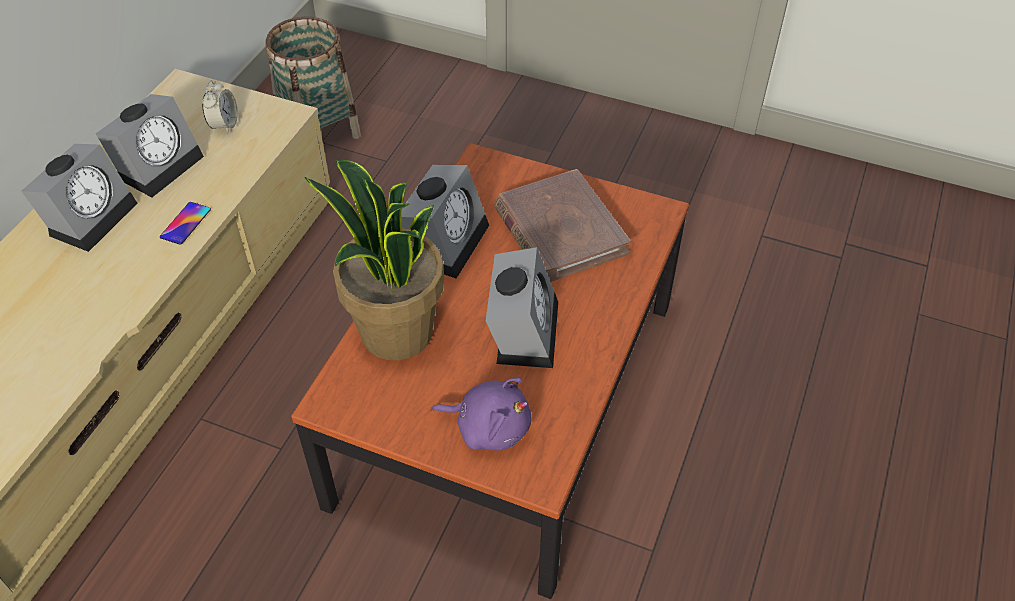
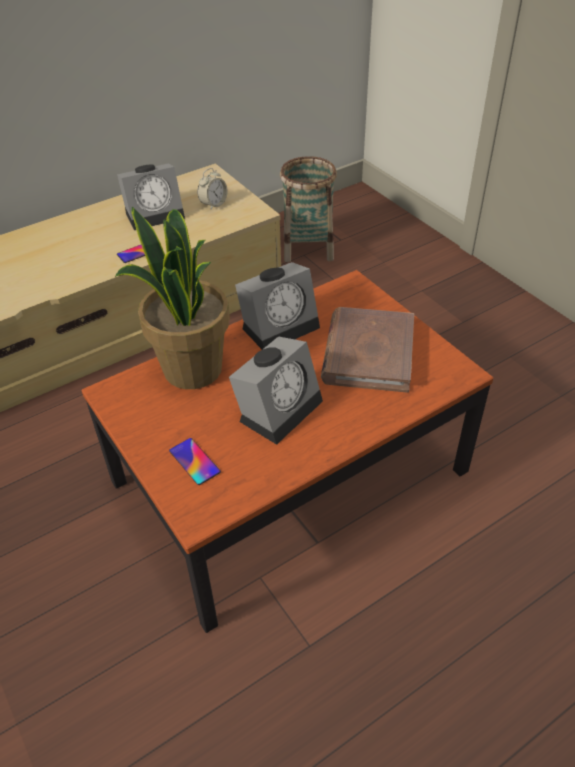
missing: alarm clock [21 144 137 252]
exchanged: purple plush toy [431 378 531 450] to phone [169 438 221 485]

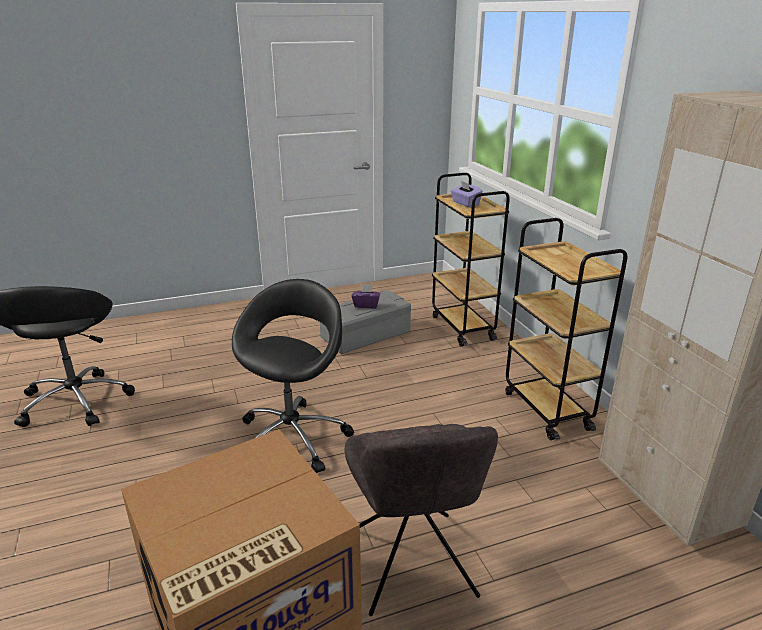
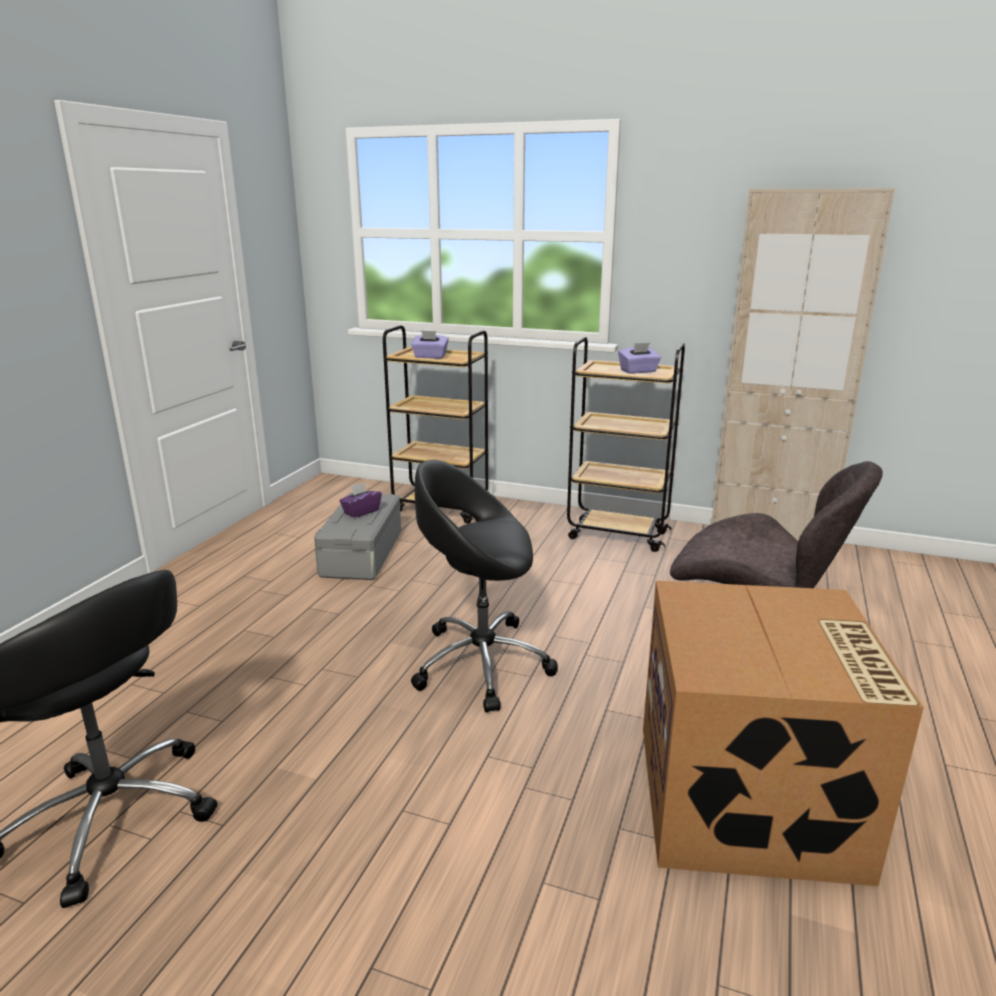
appeared: purple tissue box [618 343 661 374]
spun: black office chair [232 279 354 473] = [411 460 558 712] 75 degrees counterclockwise

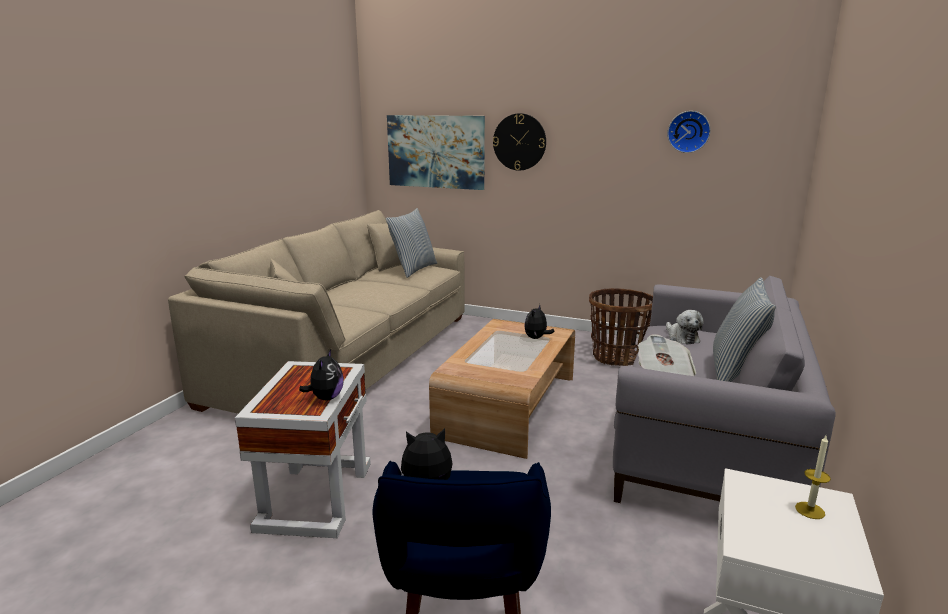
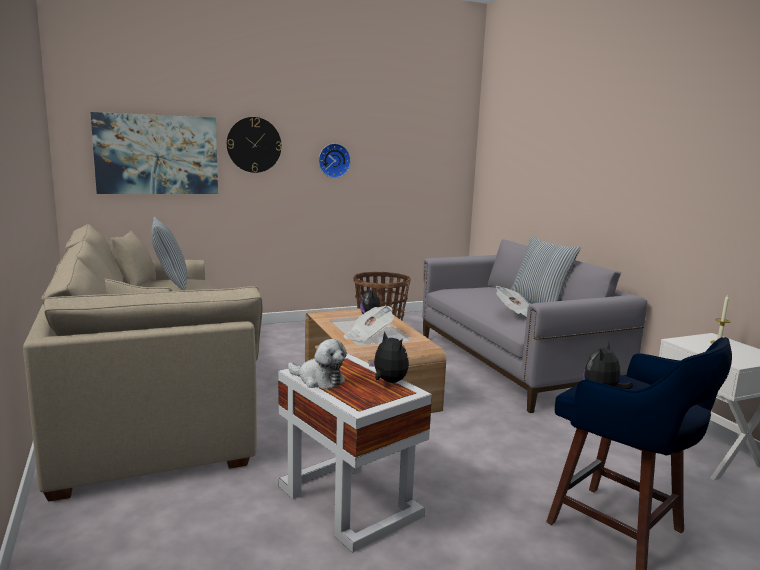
appeared: newspaper [344 306 394 341]
relocated: plush toy [666 310 704 344] to [288 339 347 389]; wall clock [667 111 711 153] to [318 143 351 178]

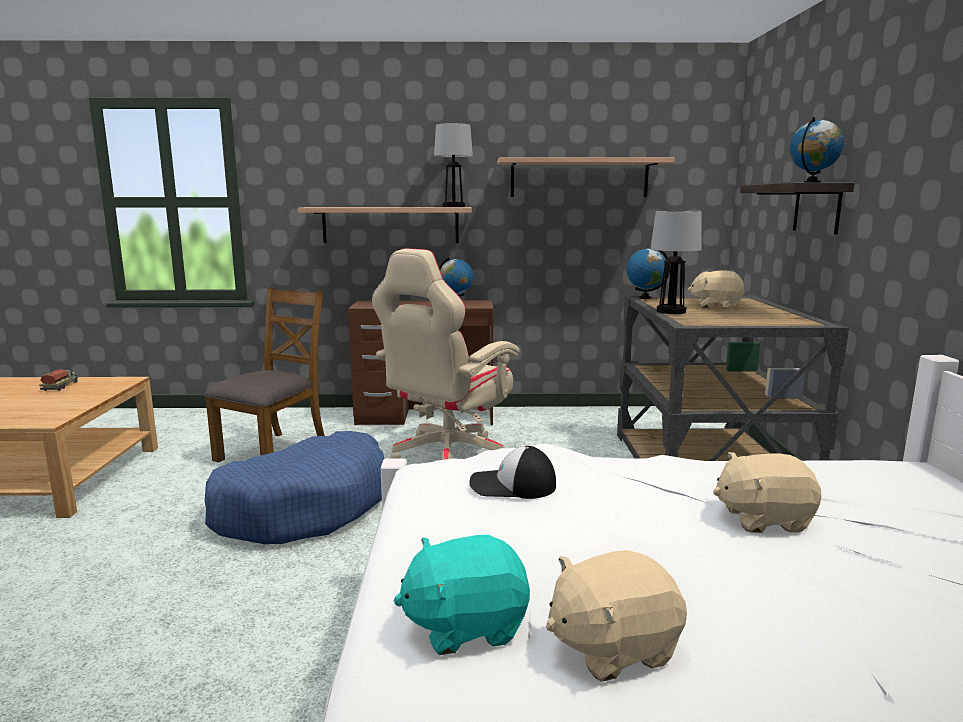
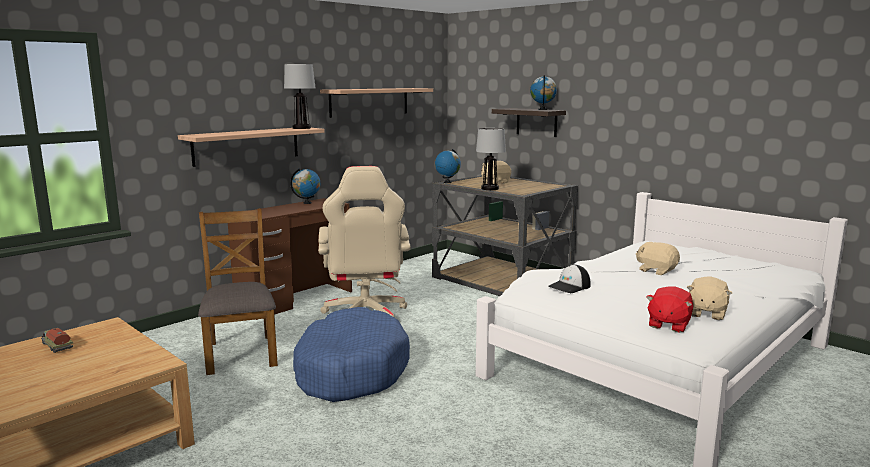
colour: turquoise plush toy [394 535 530 655] to red plush toy [646 286 693 333]
spun: beige plush toy [713 452 821 533] = [636 242 680 275] 90 degrees clockwise

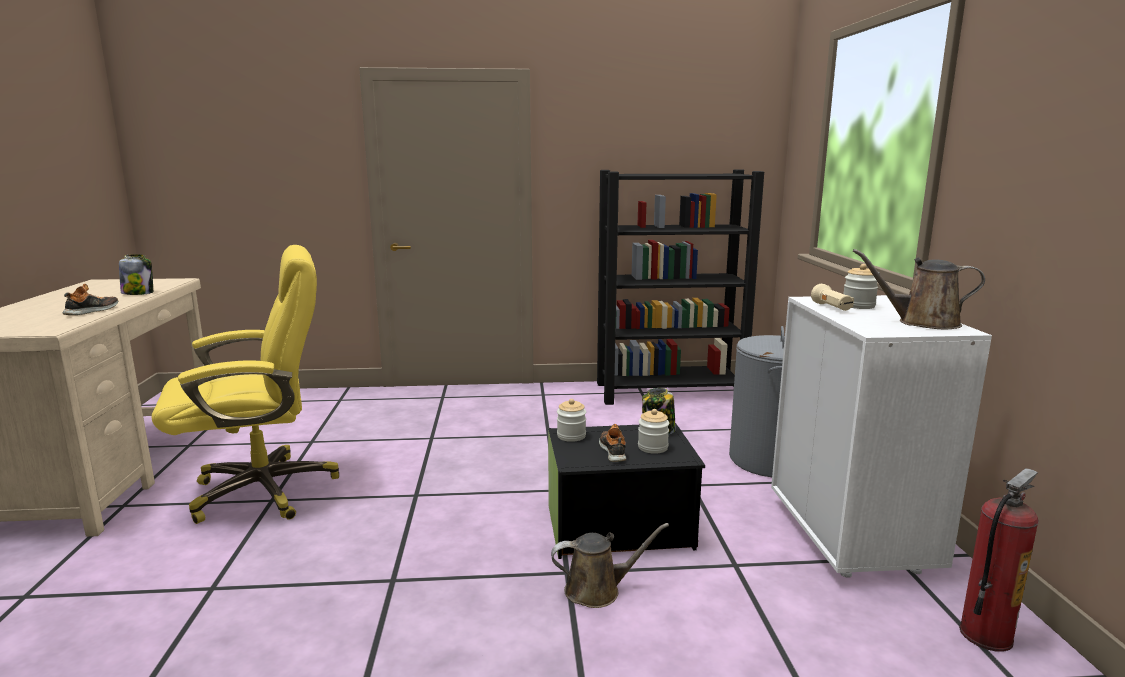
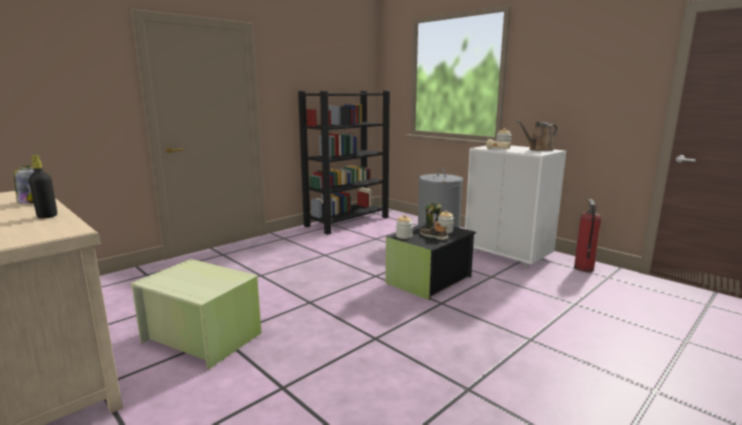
missing: brown watering can [551 523 669 608]
exchanged: shoe [63 284 118 315] to black bottle [29 155 57 218]; yellow office chair [152 245 339 524] to green storage box [130 259 262 370]

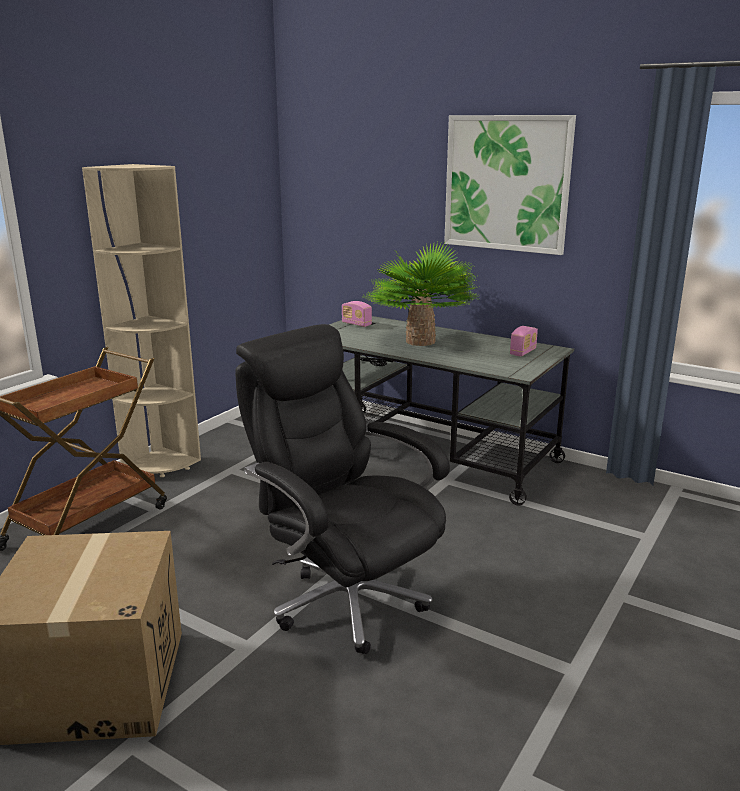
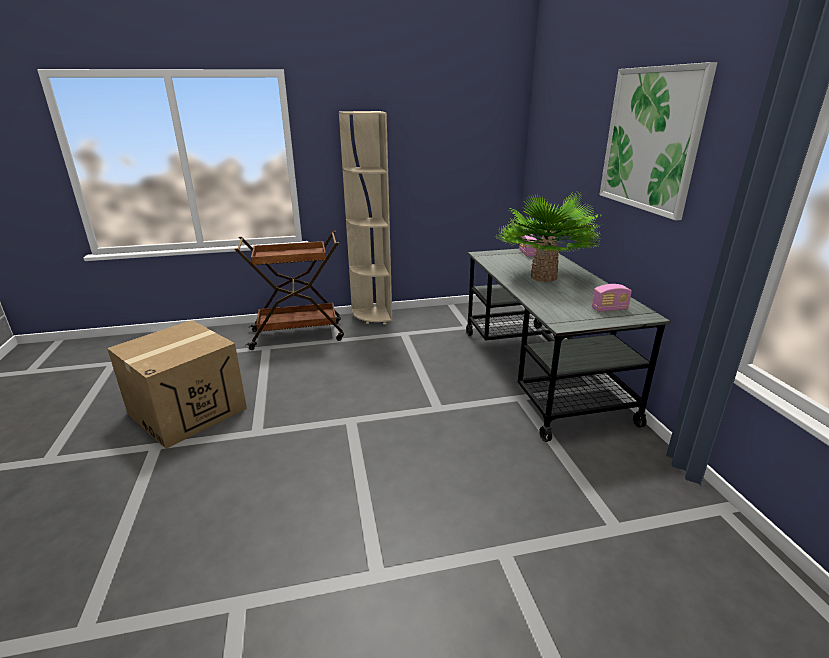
missing: black office chair [235 324 450 654]

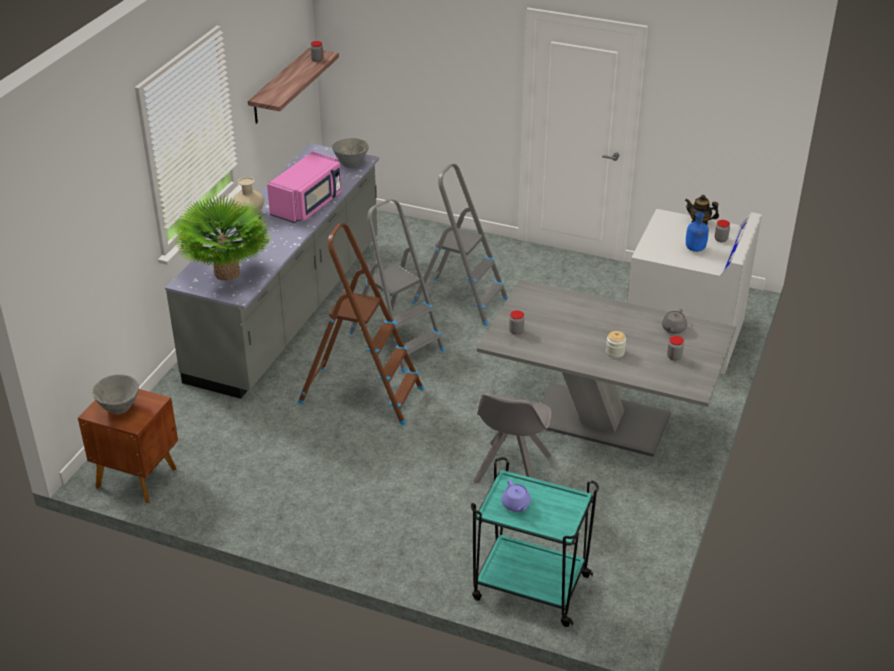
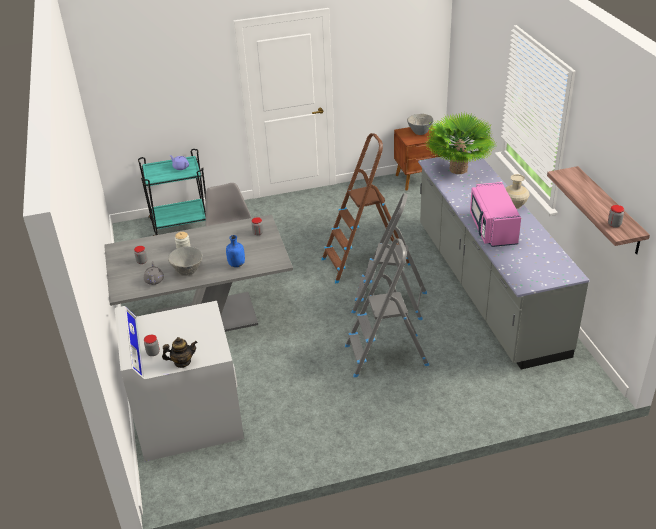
relocated: grey bowl [332 138 369 168] to [168 246 203 276]; blue bottle [686 212 709 252] to [226 235 245 267]

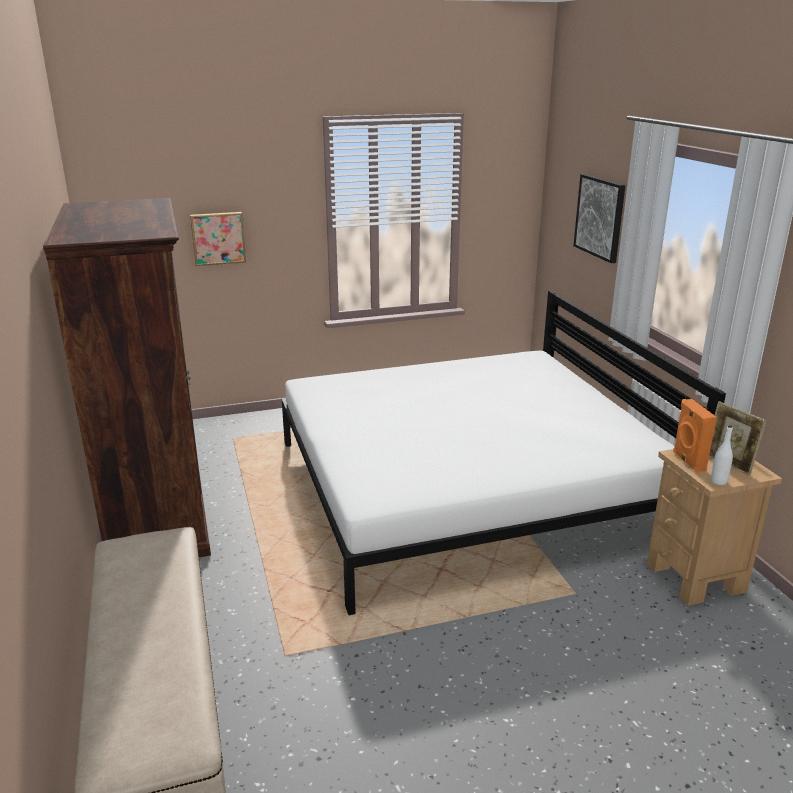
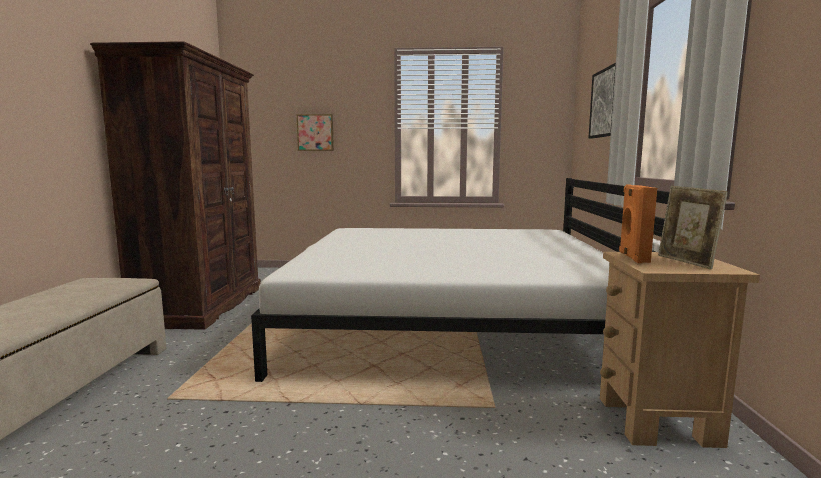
missing: white bottle [711 425 733 485]

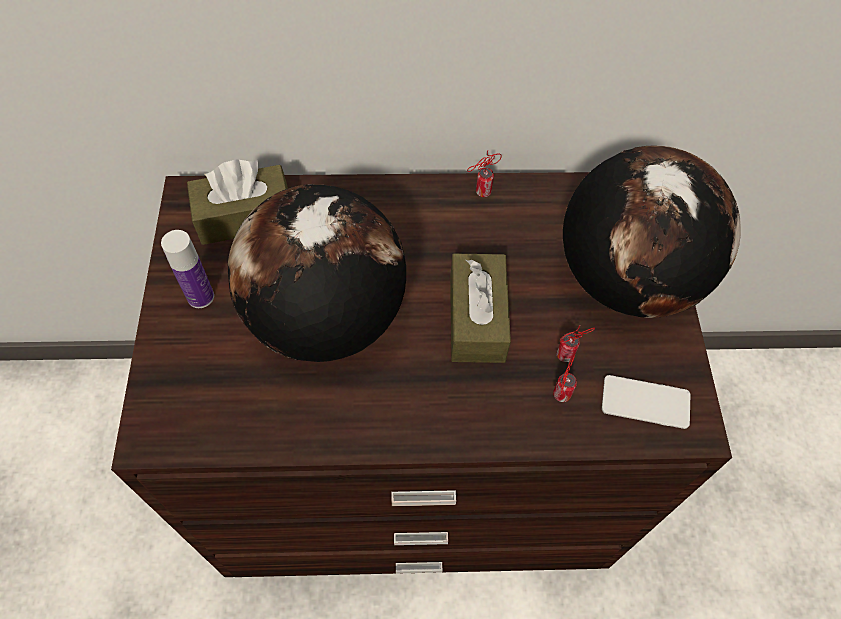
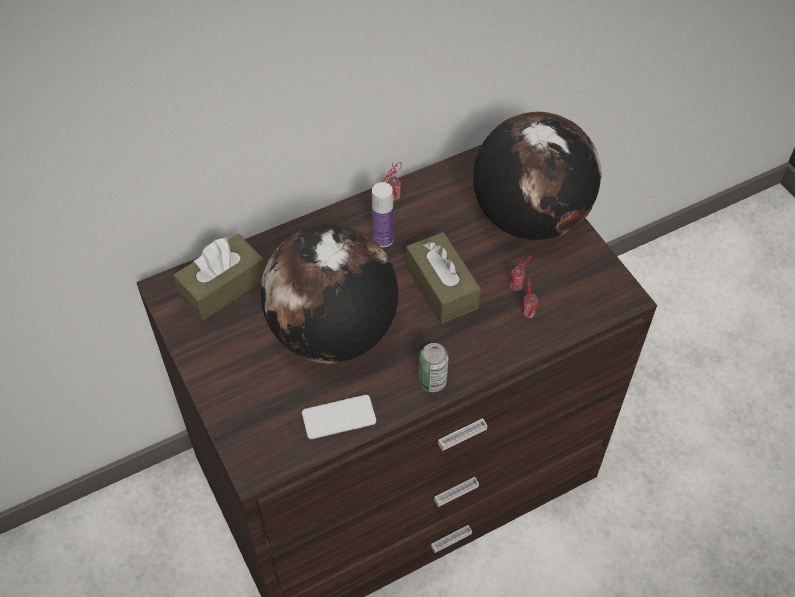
appeared: can [418 343 449 392]
relocated: bottle [161 230 214 308] to [372 182 393 247]; phone [602 375 690 429] to [302 395 376 439]

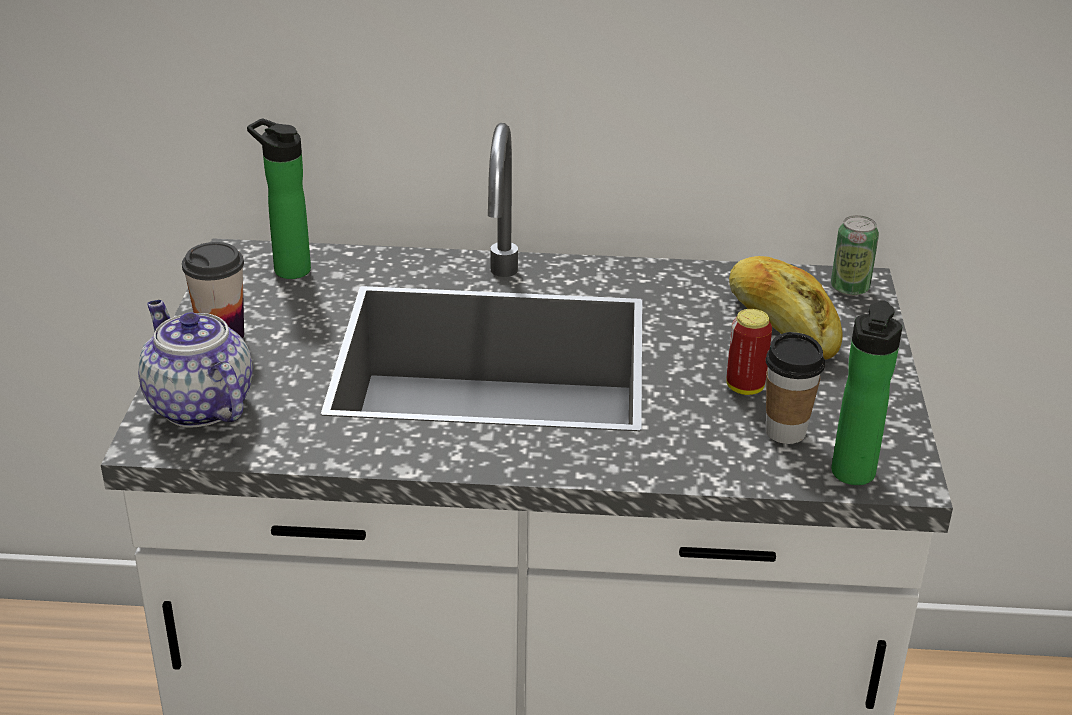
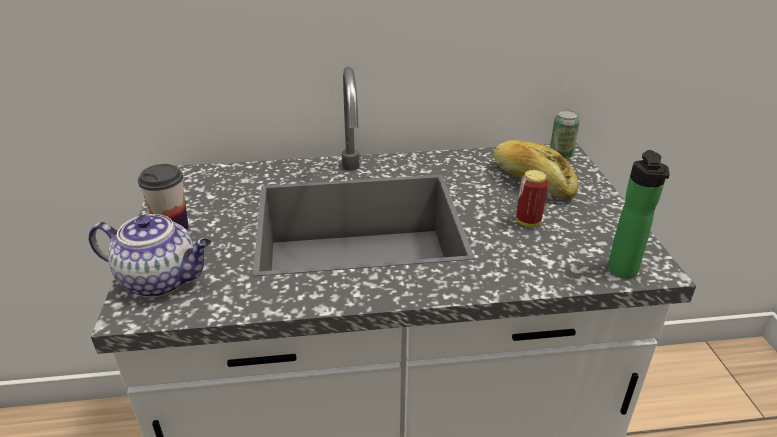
missing: bottle [247 118 311 279]; cup [766 332 825 444]
spun: teapot [138 300 253 428] = [89 214 211 297] 150 degrees clockwise

